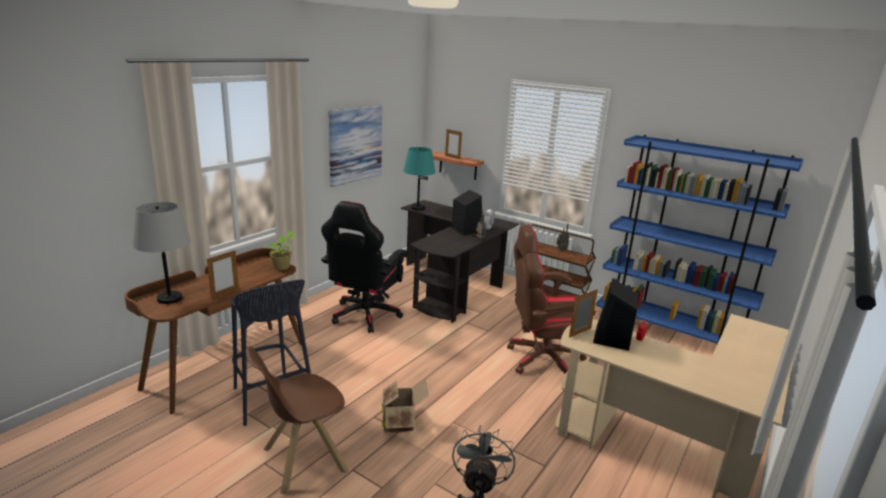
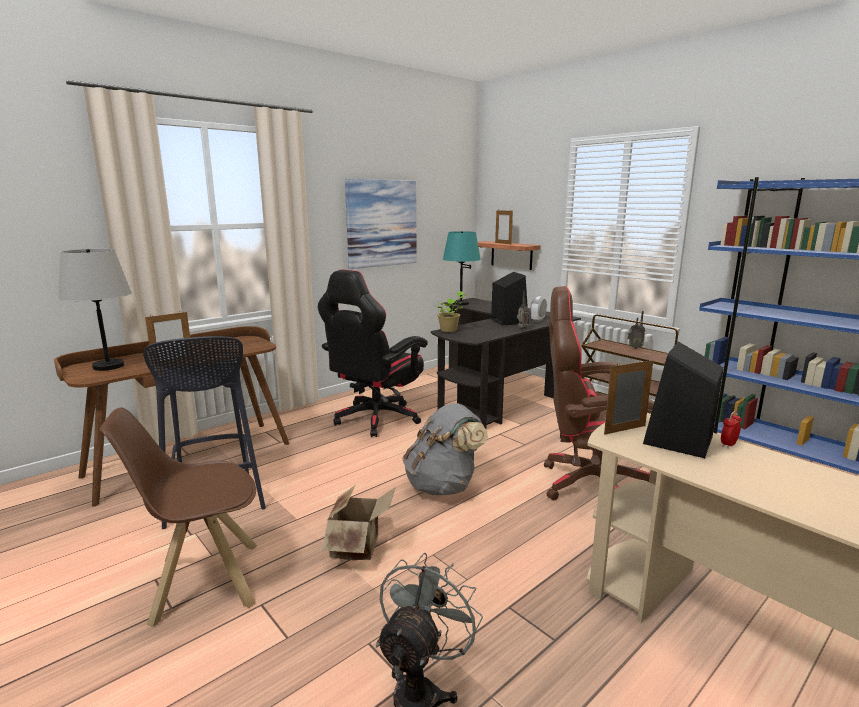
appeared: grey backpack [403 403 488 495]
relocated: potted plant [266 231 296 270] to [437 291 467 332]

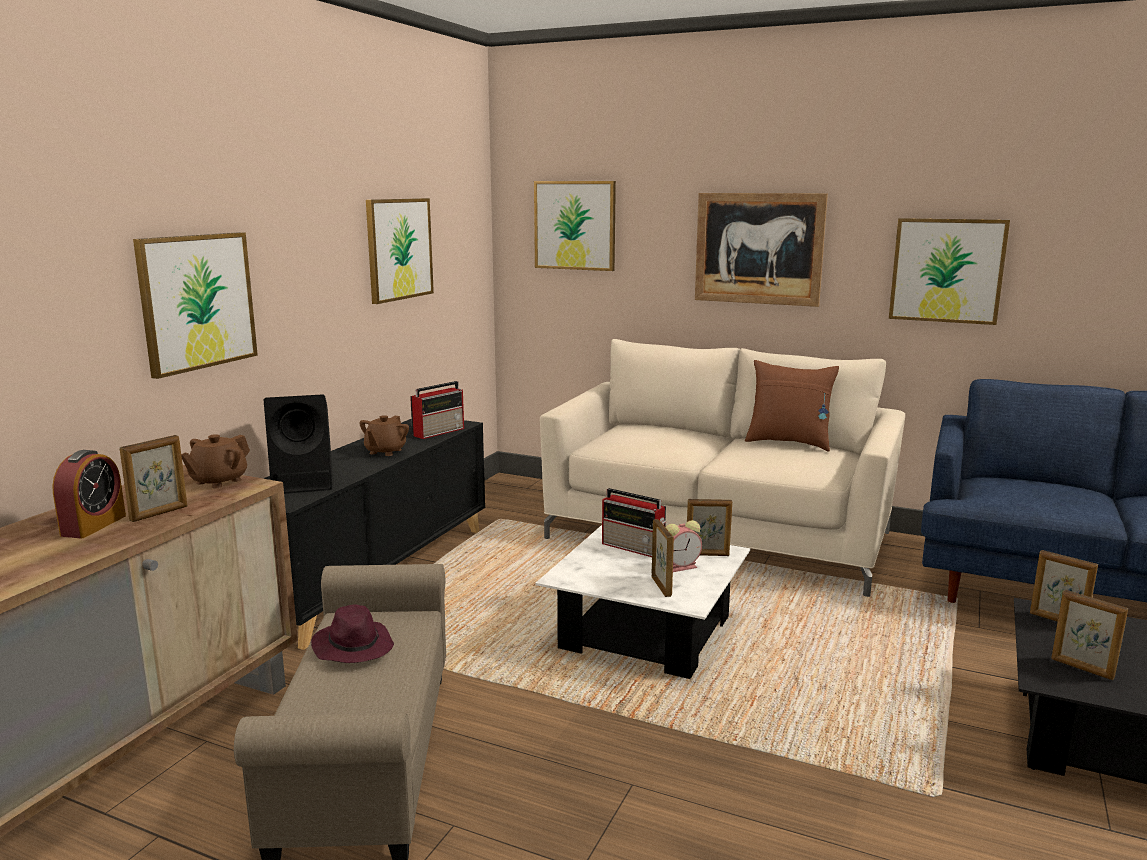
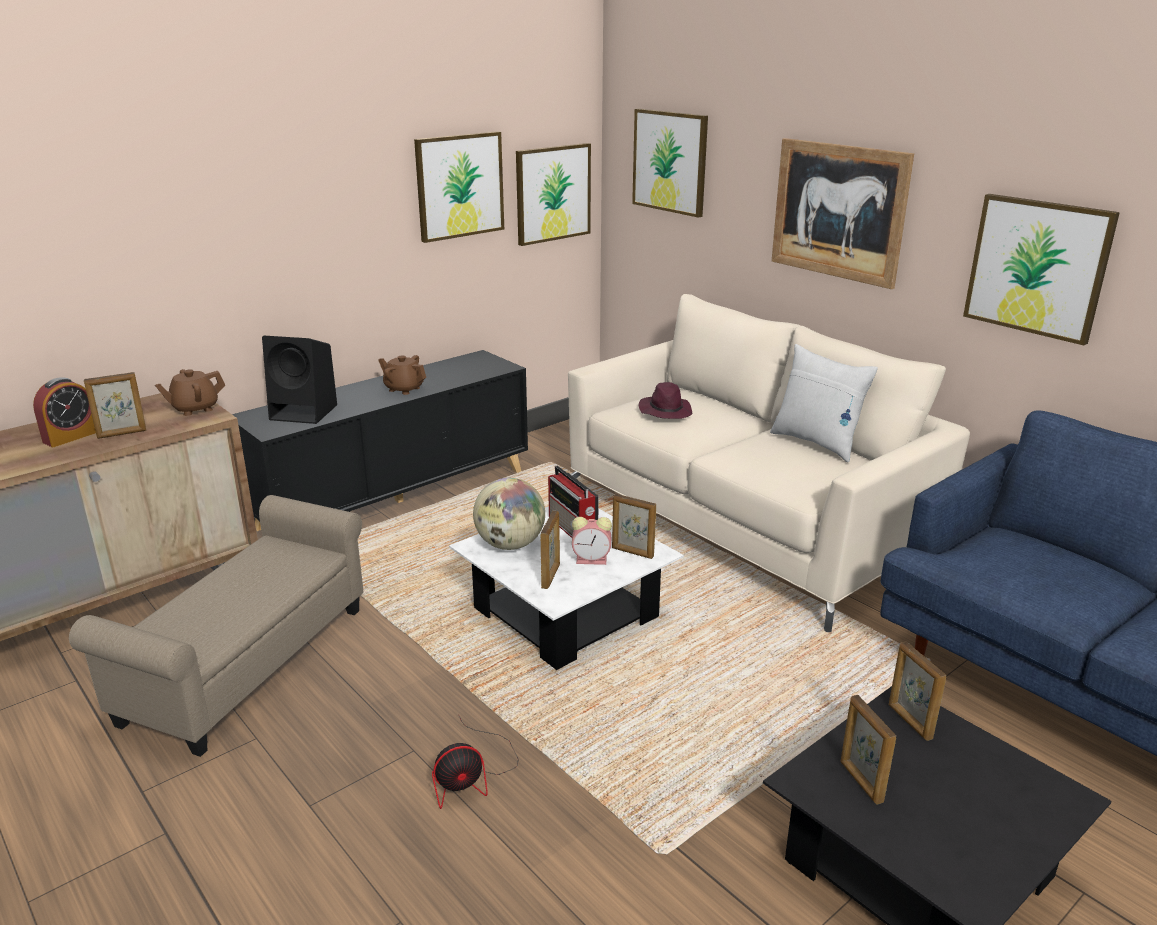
missing: radio [410 381 464 439]
appeared: fan [432 716 518 809]; globe [473 478 545 550]
relocated: picture [133 232 258 379] to [516 143 591 246]; purple hat [311 604 394 663] to [639 382 693 419]
colour: brown pillow [745 360 839 452] to grey pillow [770 344 878 462]
spun: brown teapot [359 415 409 456] = [378 355 426 395] 75 degrees clockwise

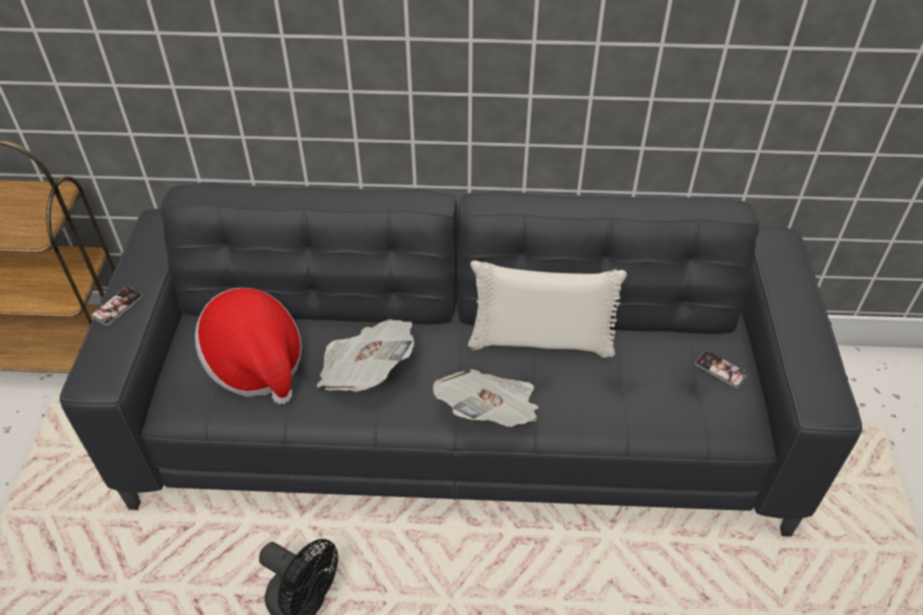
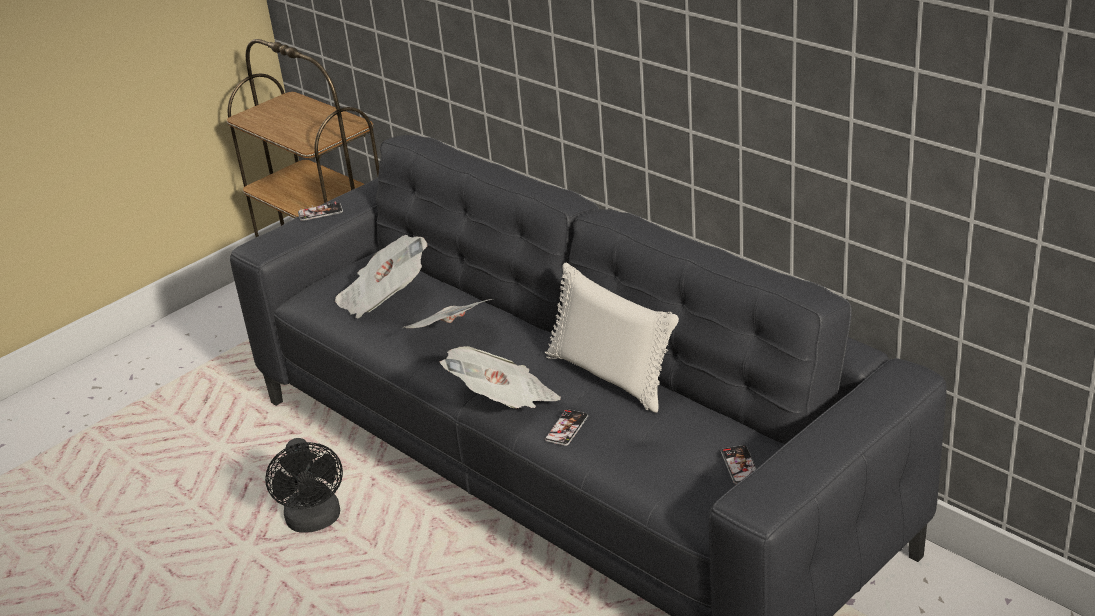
appeared: phone [545 409 588 446]
exchanged: hat [195 288 302 404] to newspaper [335 235 428 318]

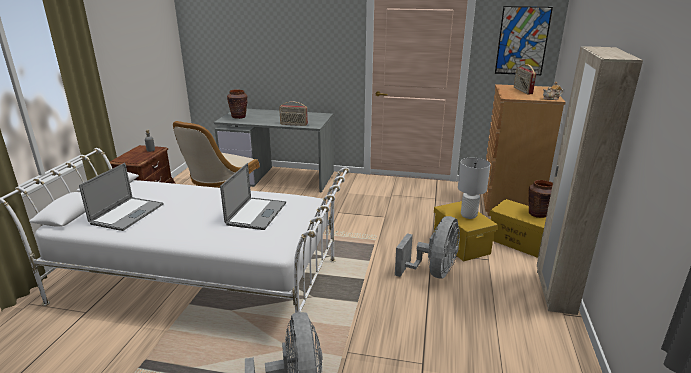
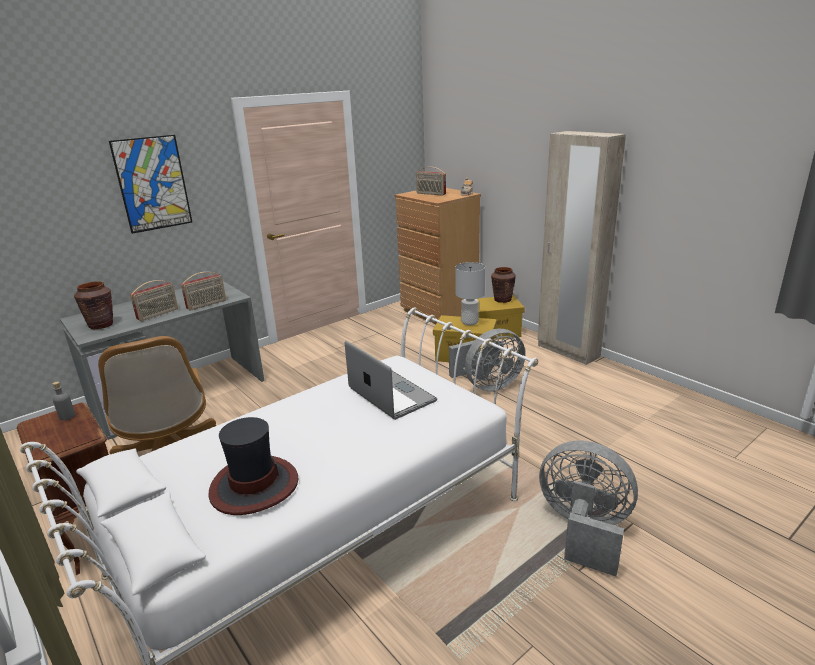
appeared: radio [130 280 178 321]
relocated: picture [495 6 553 75] to [109 135 193 234]
exchanged: laptop [79 163 164 231] to hat [209 417 299 515]
spun: grey fan [395 216 460 278] = [449 329 525 391] 90 degrees clockwise

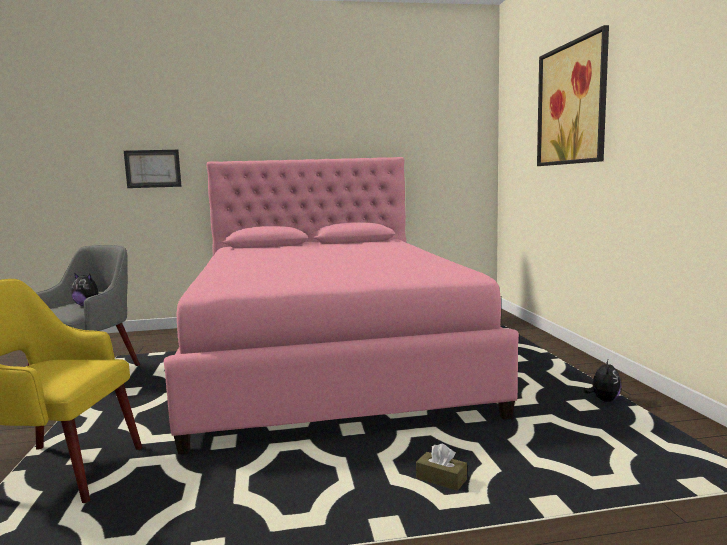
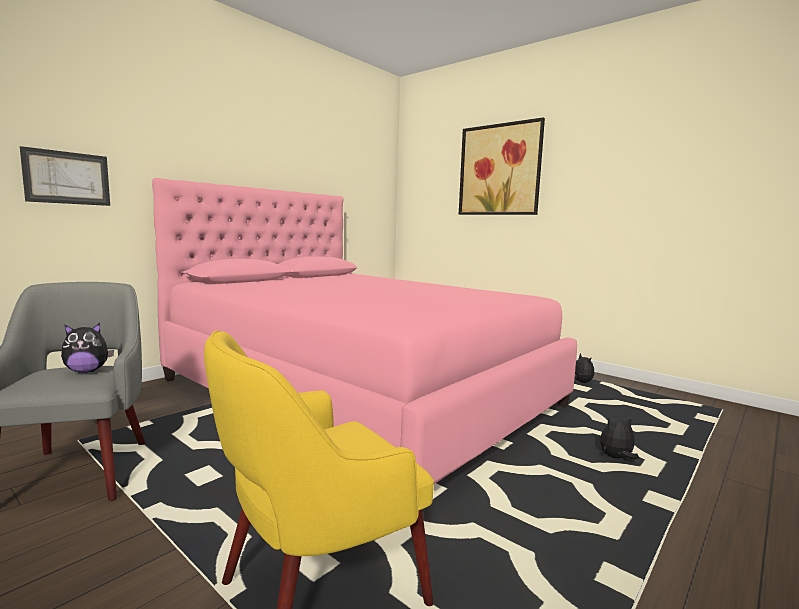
exchanged: brown tissue box [416 443 467 491] to plush toy [600 417 639 460]

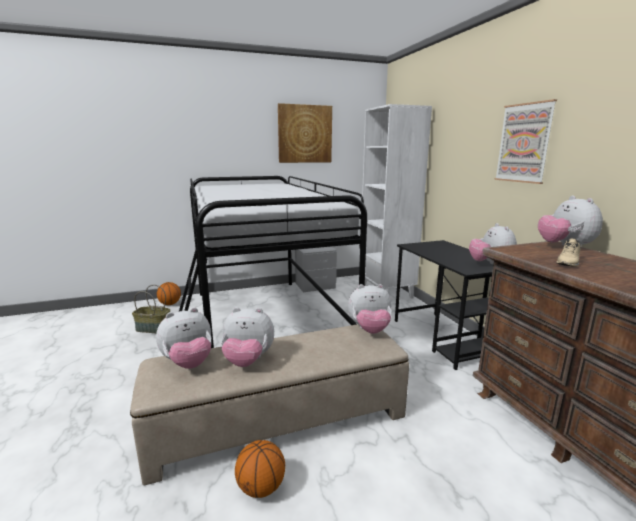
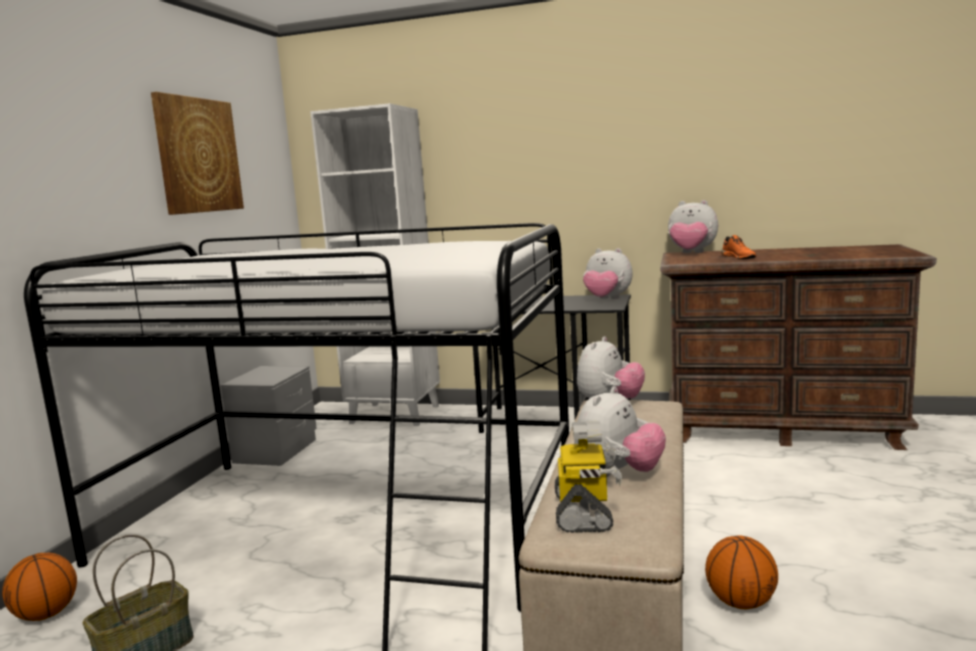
missing: picture [495 99 557 184]
exchanged: plush toy [156 308 212 369] to toy robot [555 421 622 533]
colour: beige shoe [556 239 581 267] to orange shoe [721 235 757 259]

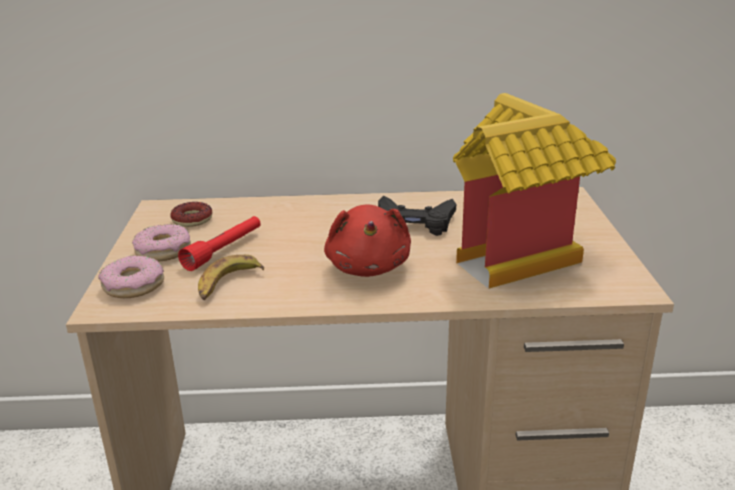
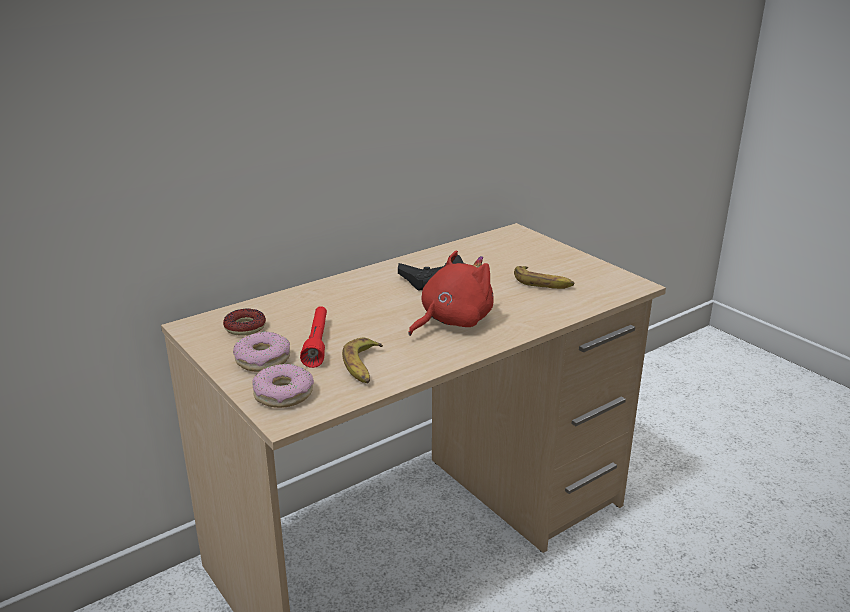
exchanged: toy house [453 93 616 289] to banana [514 266 574 289]
spun: red plush toy [324 205 411 277] = [409 250 494 336] 90 degrees counterclockwise

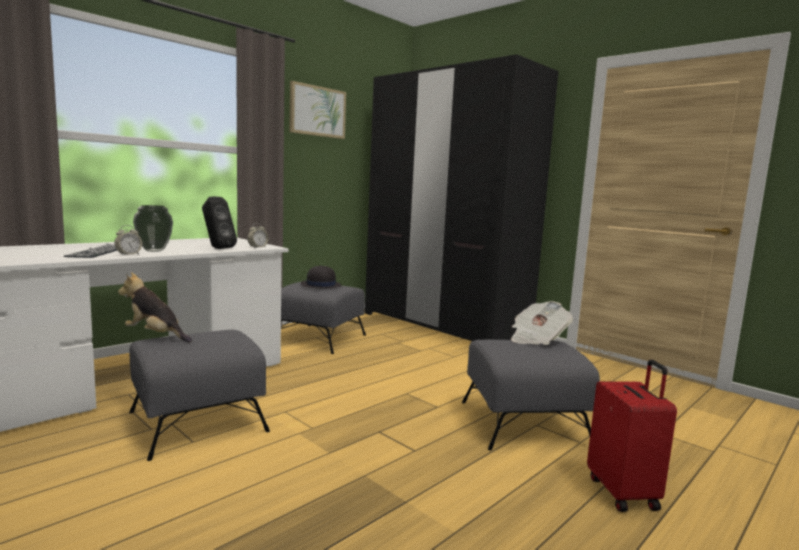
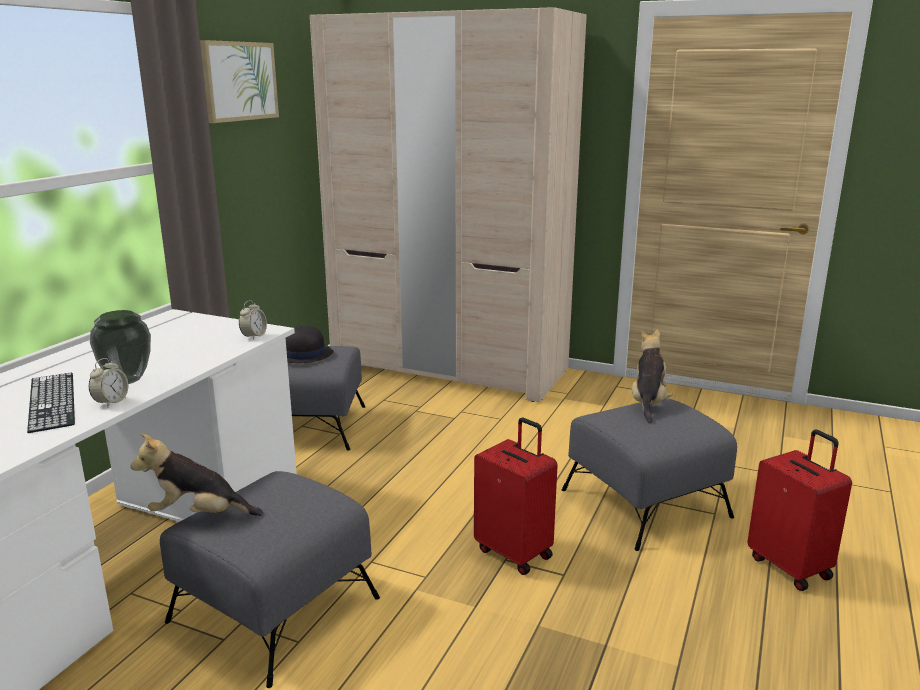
missing: black speaker [202 197 237 249]
appeared: red suitcase [474 418 558 575]
exchanged: newspaper [511 301 573 345] to plush toy [632 330 673 423]
colour: black wardrobe [365 54 559 341] to beige wardrobe [310 7 587 402]

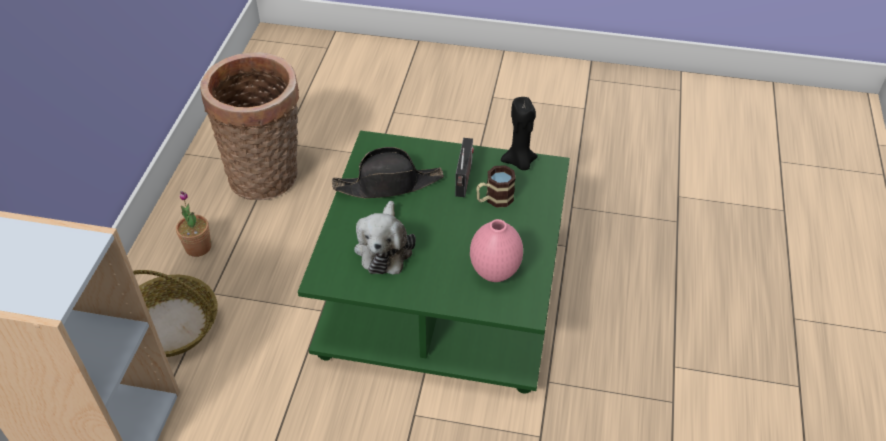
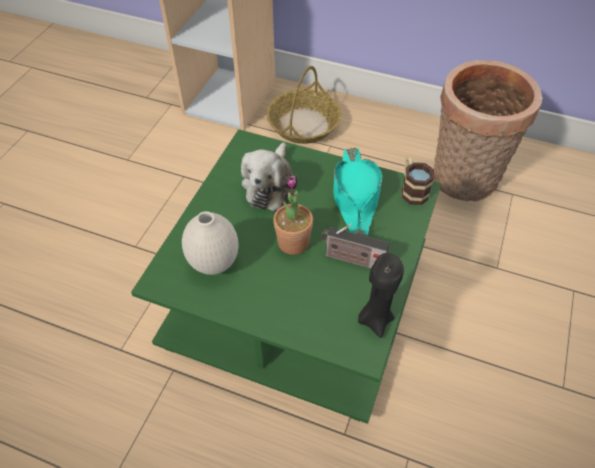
relocated: potted plant [176 191 211 257] to [273 176 313 255]; mug [476 165 516 208] to [402 157 434 205]
colour: black hat [332 147 444 198] to turquoise hat [333 148 382 236]; pink vase [470 219 523 282] to white vase [182 211 239 275]
spun: plush toy [354 201 416 275] = [241 142 298 211] 90 degrees counterclockwise

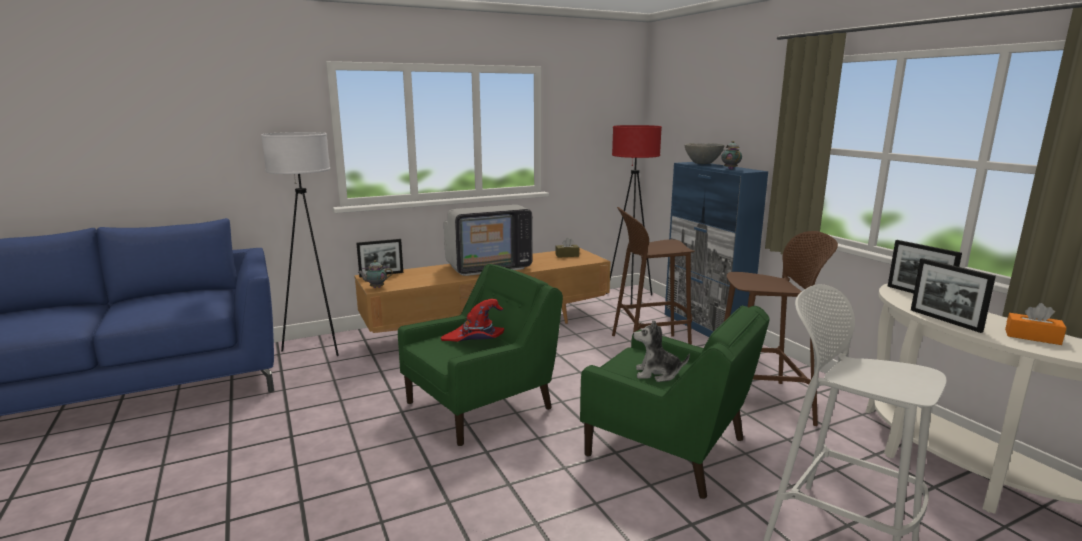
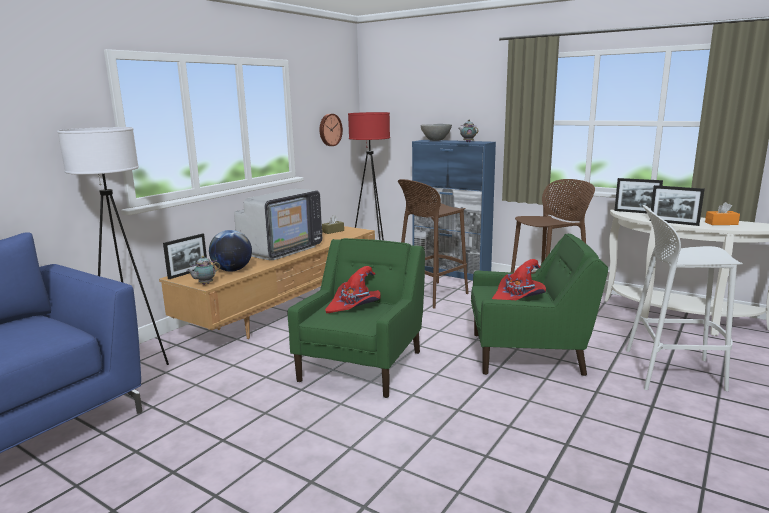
appeared: globe [209 230 252 272]; wall clock [320 114 343 146]
exchanged: plush toy [633 320 690 382] to red hat [492 259 546 300]

